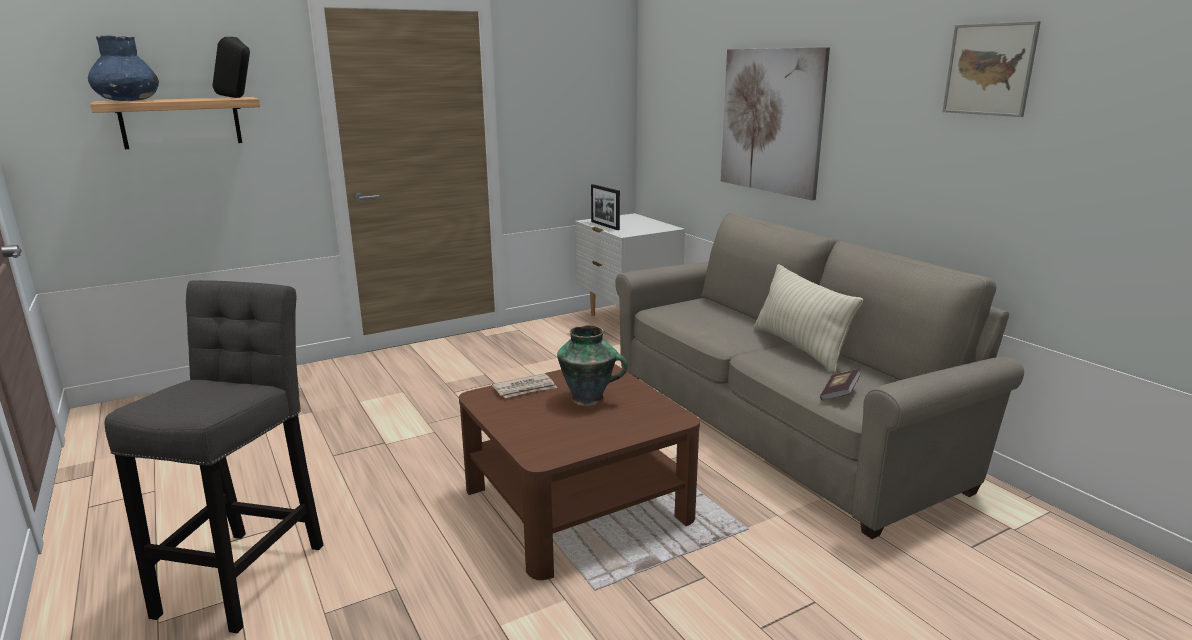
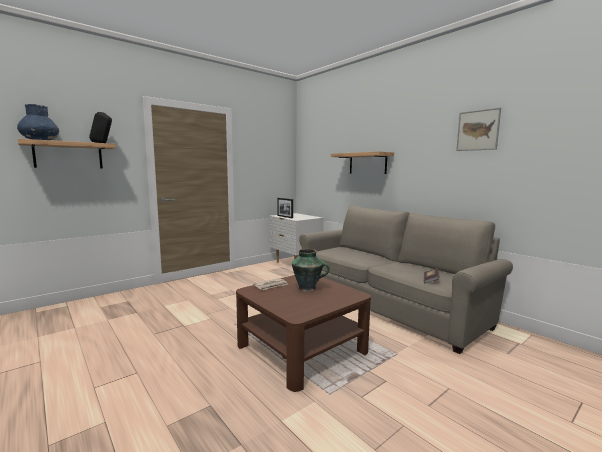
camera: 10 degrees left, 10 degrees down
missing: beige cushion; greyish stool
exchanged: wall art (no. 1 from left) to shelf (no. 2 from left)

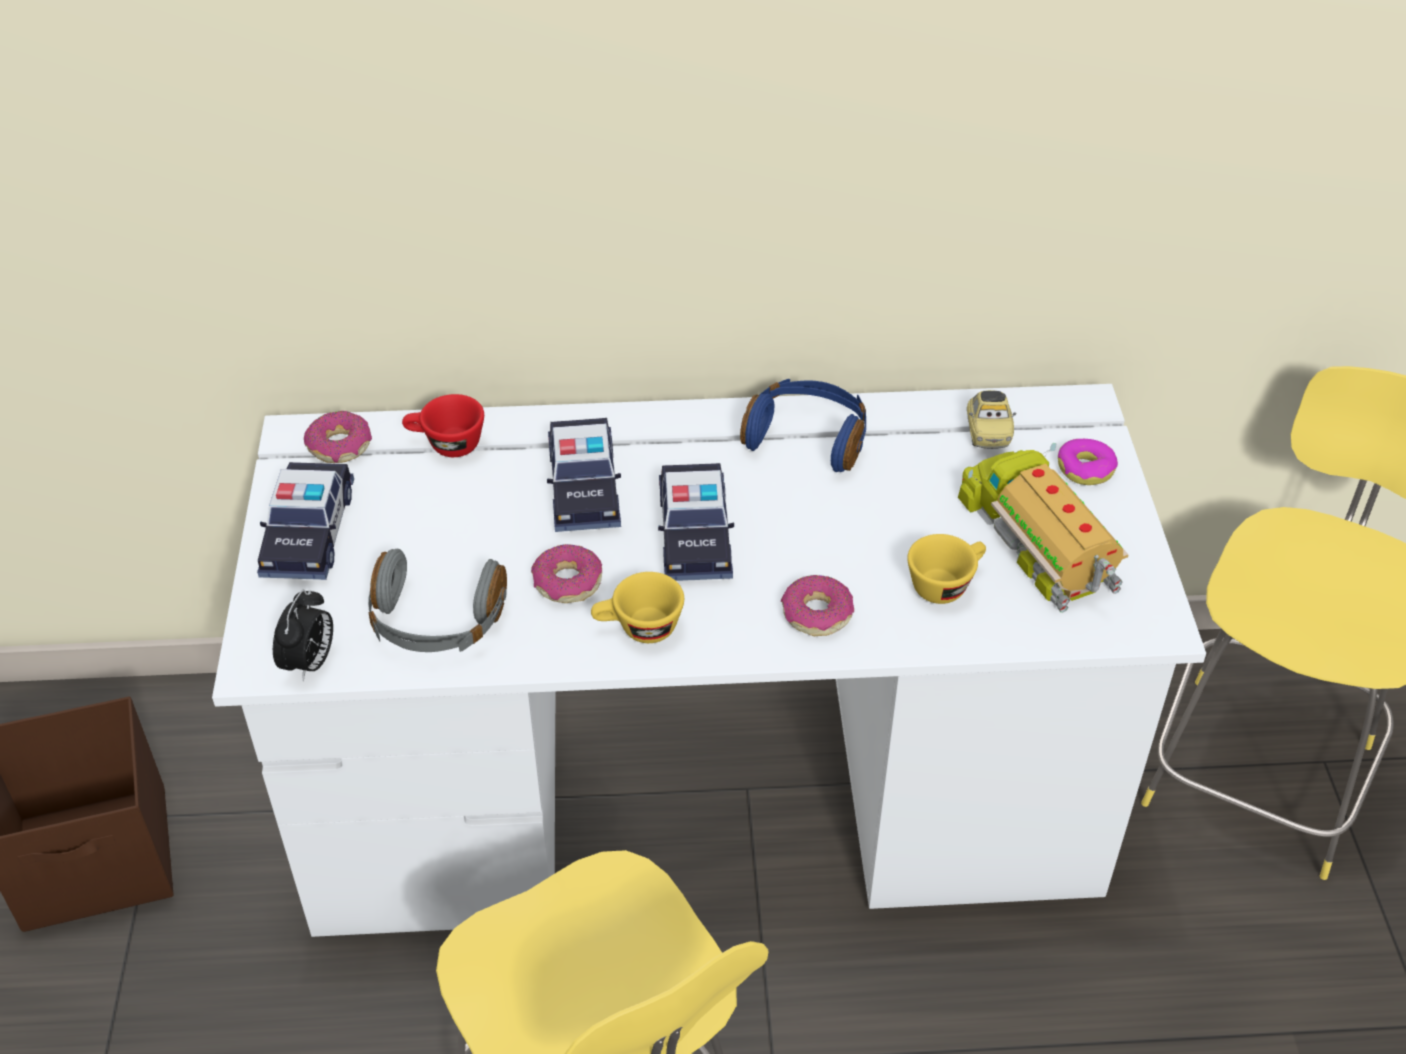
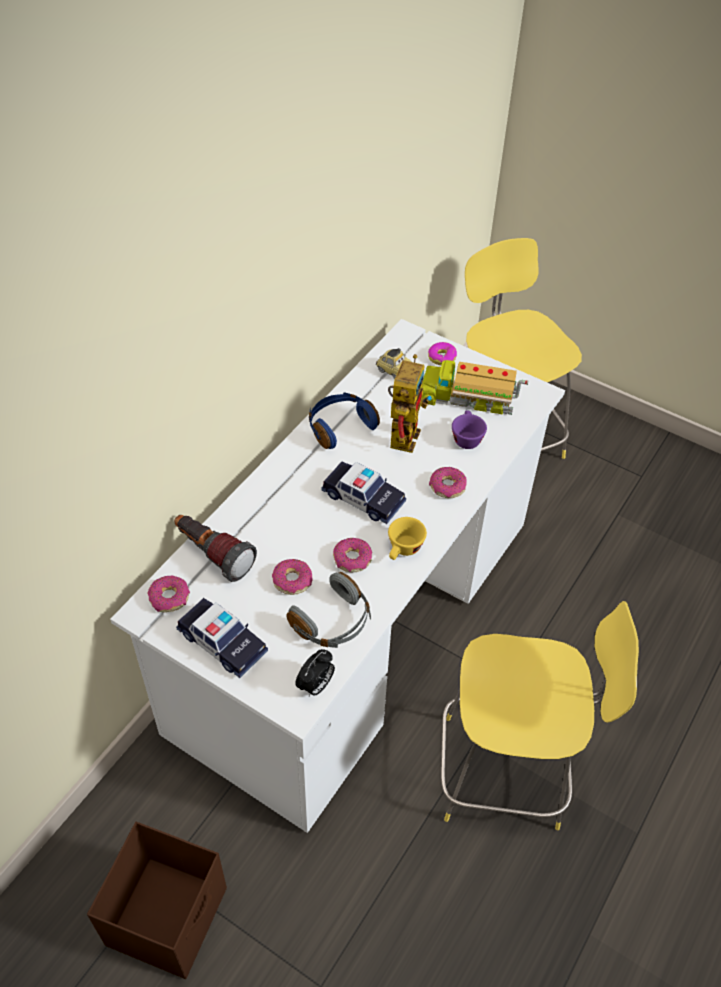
camera: 55 degrees left, 5 degrees up
missing: model car (no. 2 from left)
appeared: robot figure; ring doughnut (no. 2 from left)
exchanged: red small cup to flashlight
colour: yellowish small cup (no. 2 from left) to purple-coloured small cup
spun: bedside clock 75 degrees clockwise

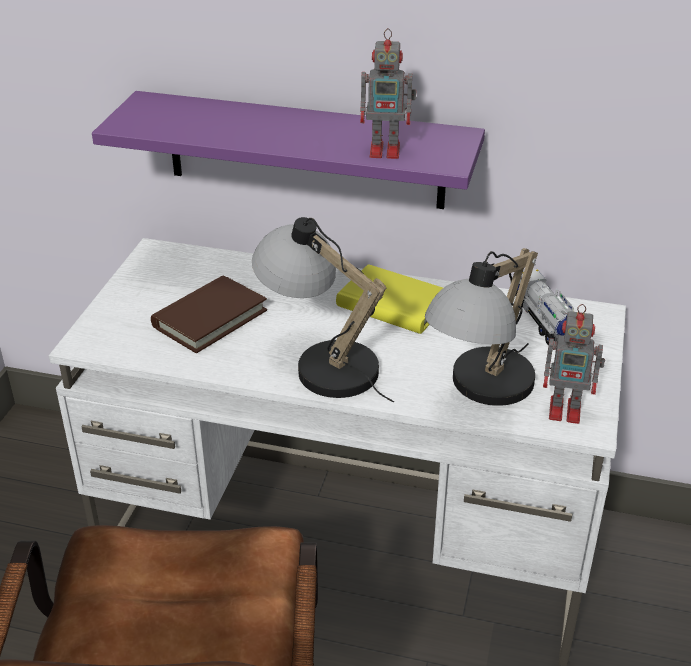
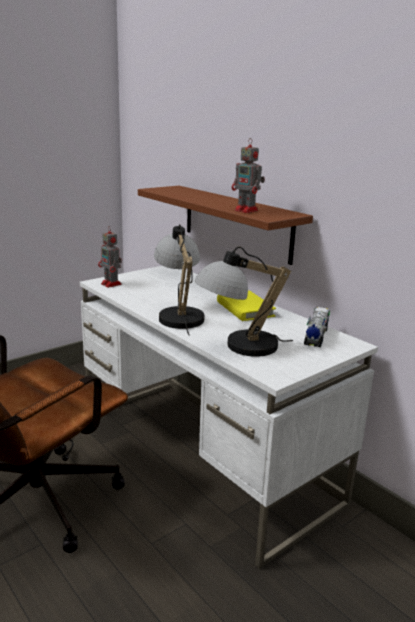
camera: 35 degrees right, 15 degrees down
missing: brown-coloured book
relocated: robot figure (no. 2 from left in the first image) to robot figure (no. 1 from left)
colour: purple-coloured shelf to brown-coloured shelf

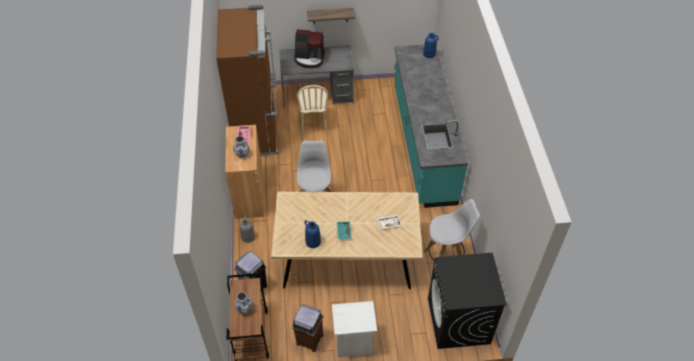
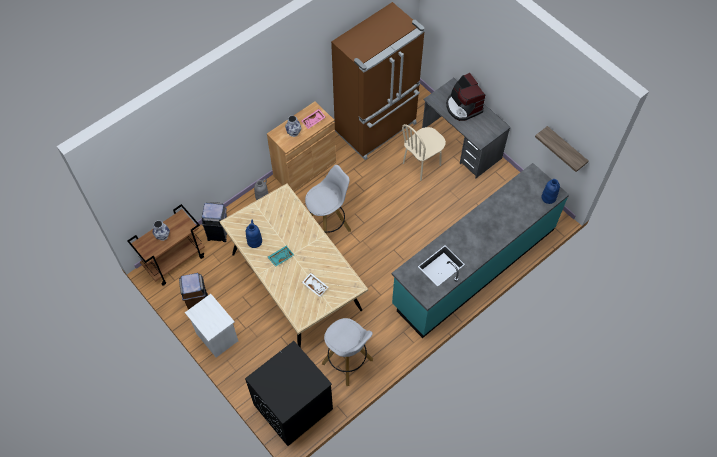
camera: 55 degrees right, 10 degrees up
relocated: shelf

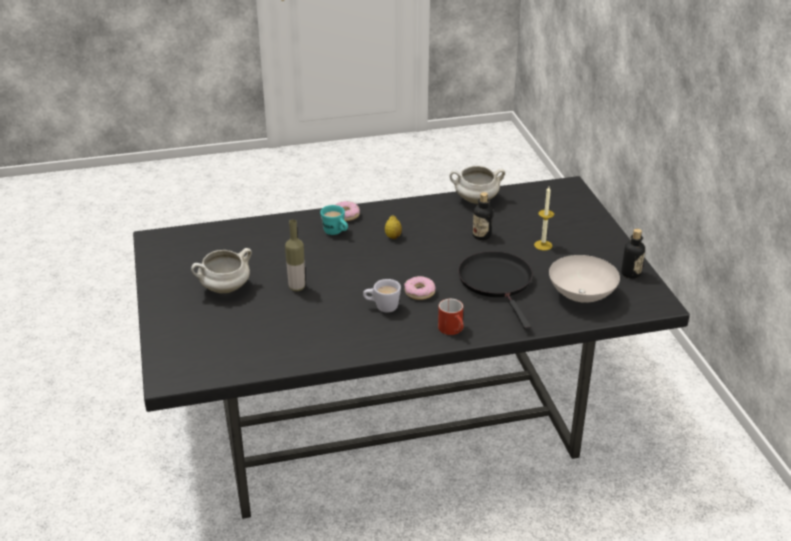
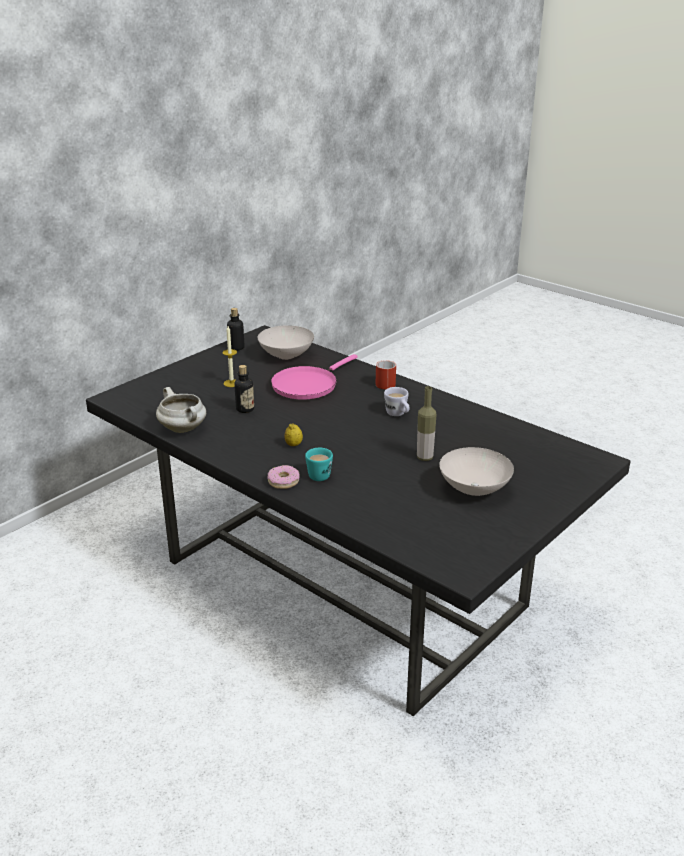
camera: 125 degrees left, 5 degrees down
missing: ring doughnut (no. 2 from left)
exchanged: whitish saucepot (no. 1 from left) to whitish bowl (no. 2 from left)
colour: black-coloured skillet to pink skillet

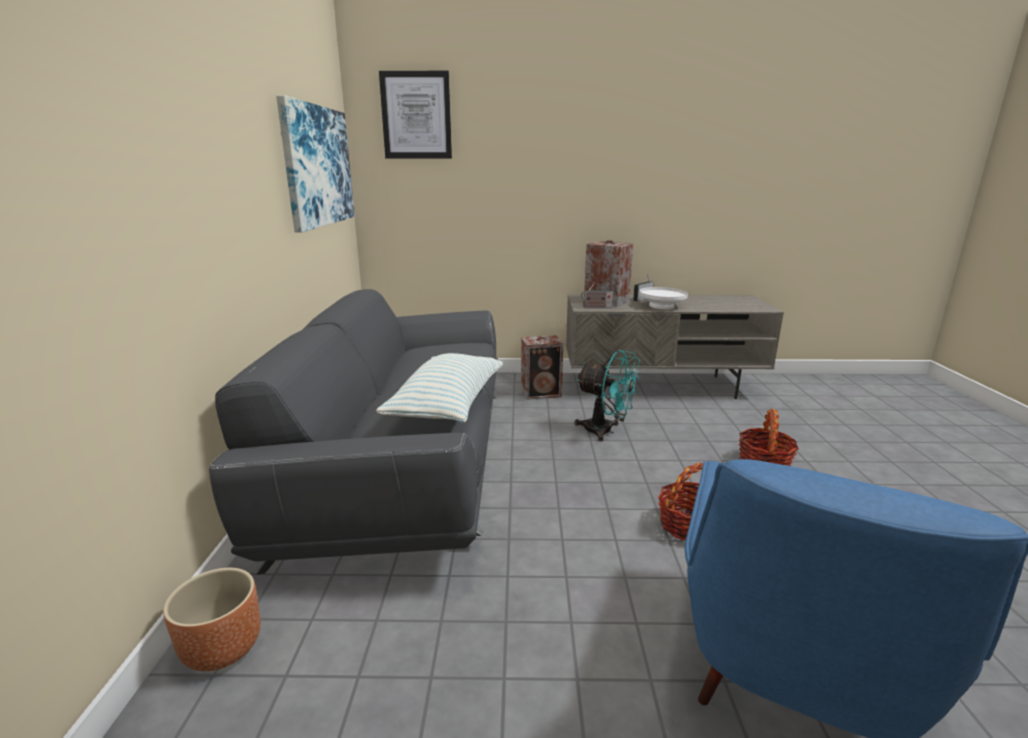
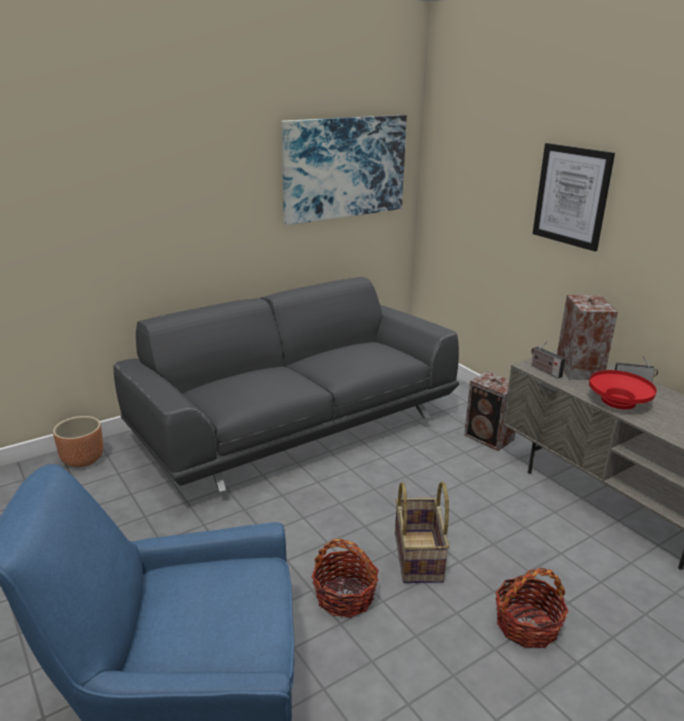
camera: 55 degrees right, 5 degrees up
missing: blue-green cooling fan; cushion
appeared: basket (no. 2 from left)
relocated: wall art (no. 2 from left)
colour: whitish bowl to red bowl

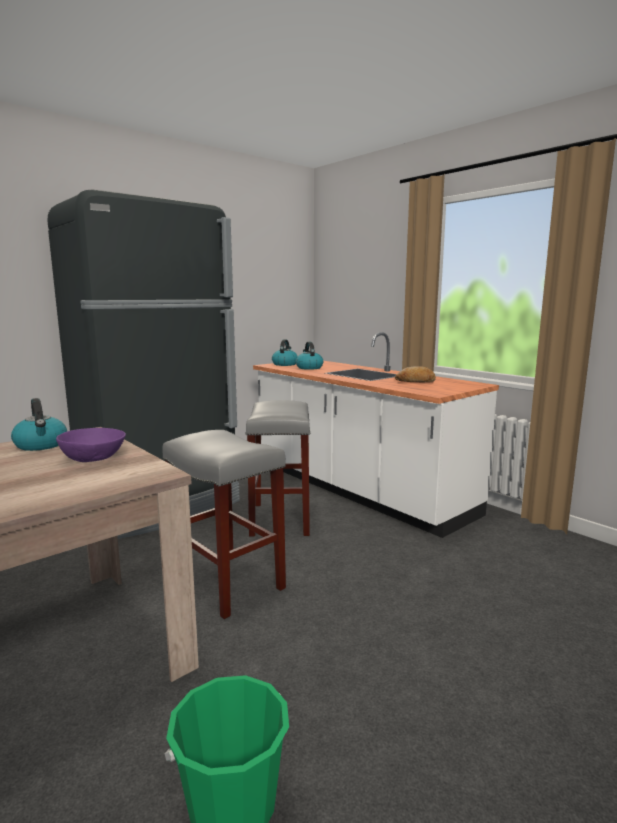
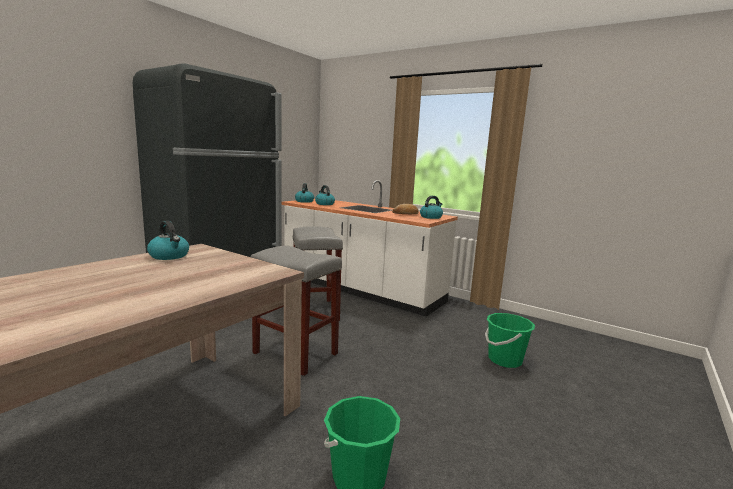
camera: 15 degrees left, 0 degrees up
missing: purple-coloured bowl
appeared: kettle (no. 4 from left); greenish bucket (no. 2 from left)

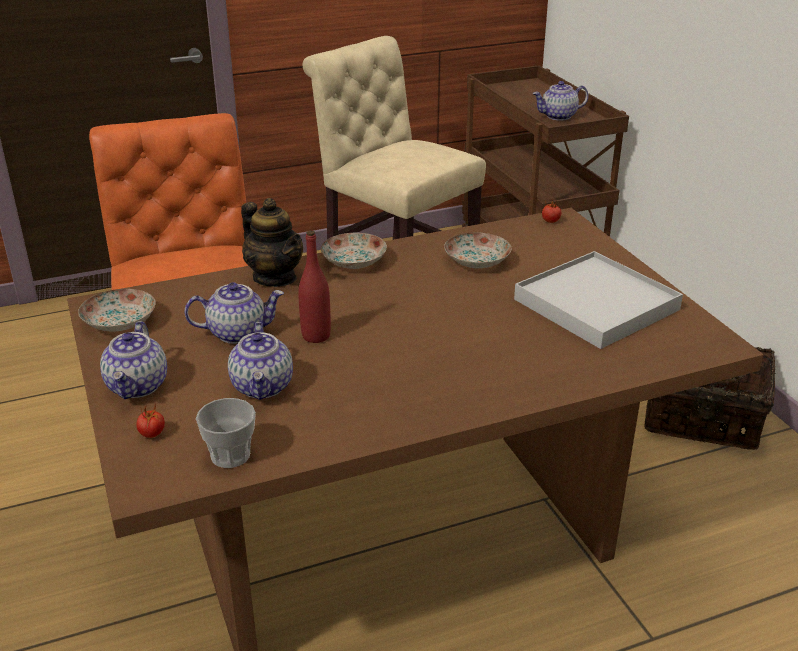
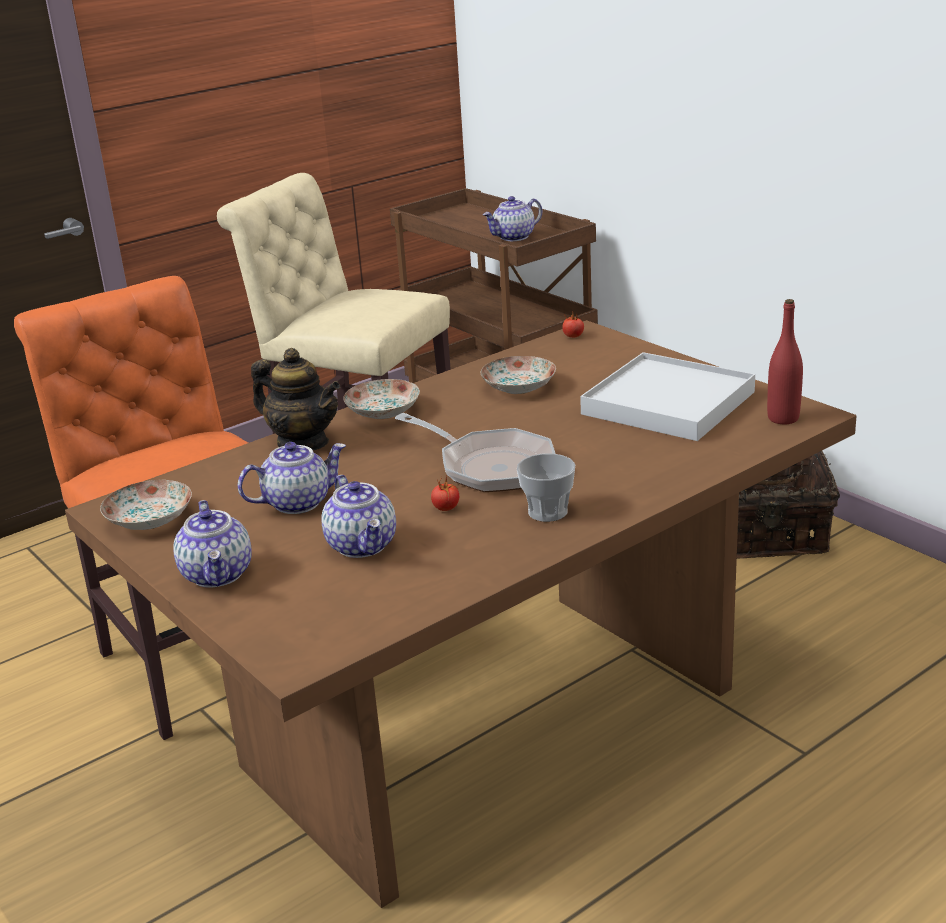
camera: 15 degrees left, 5 degrees down
appeared: skillet
relocated: red drink bottle; small cup; tomato (no. 1 from left)

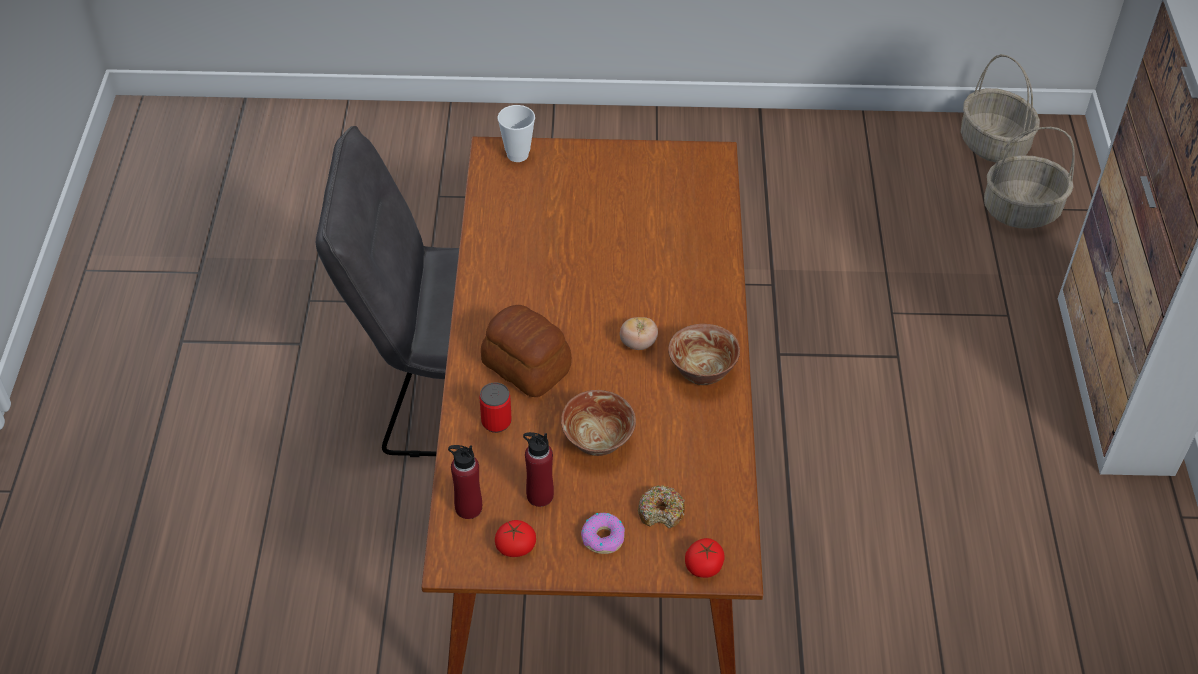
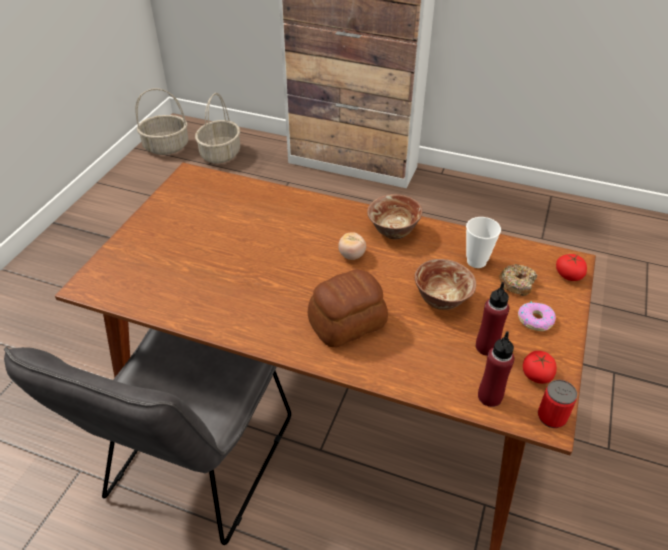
camera: 70 degrees left, 5 degrees down
relocated: small cup; sealed can

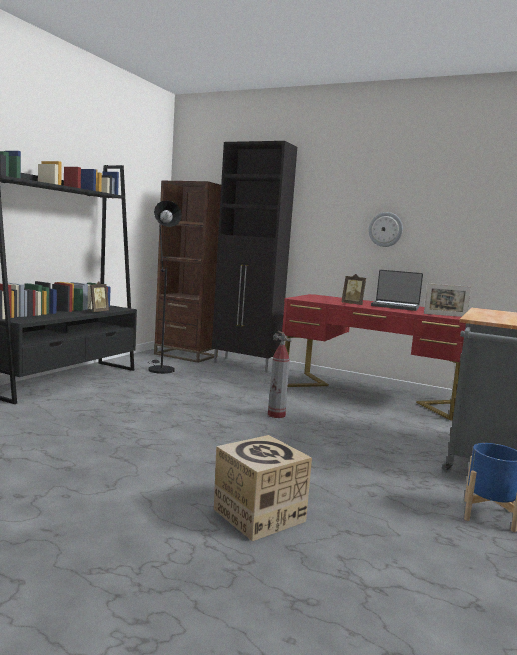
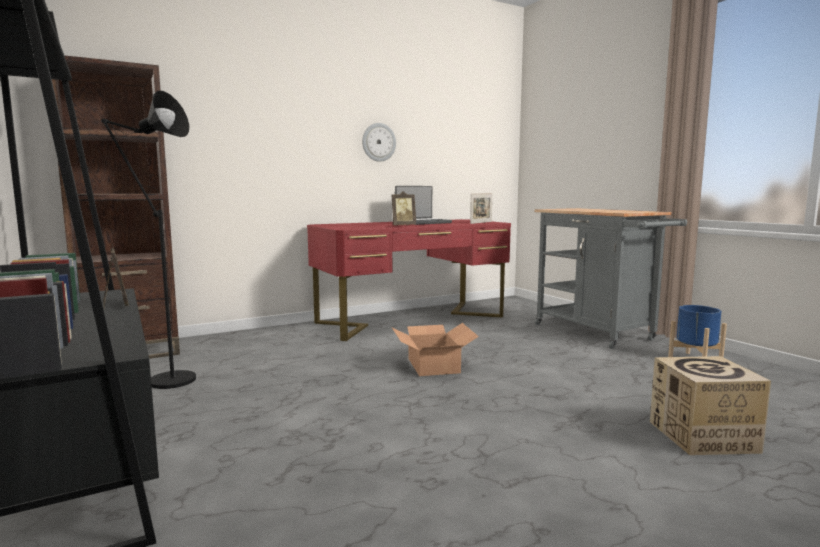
camera: 55 degrees left, 0 degrees up
missing: black-coloured cabinet
exchanged: fire extinguisher to carton (no. 1 from left)

